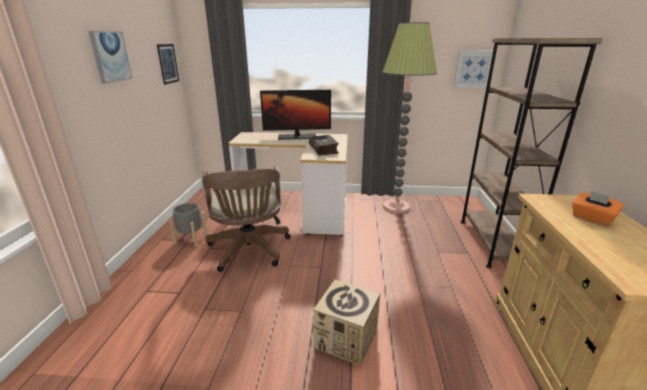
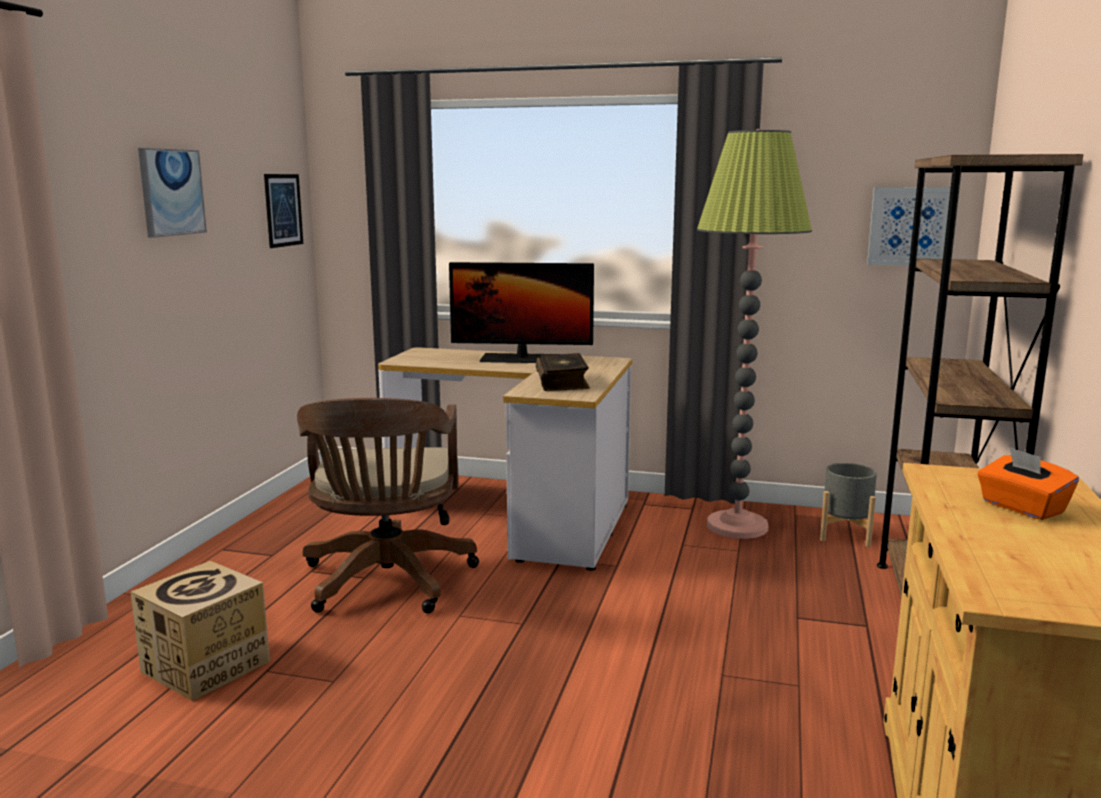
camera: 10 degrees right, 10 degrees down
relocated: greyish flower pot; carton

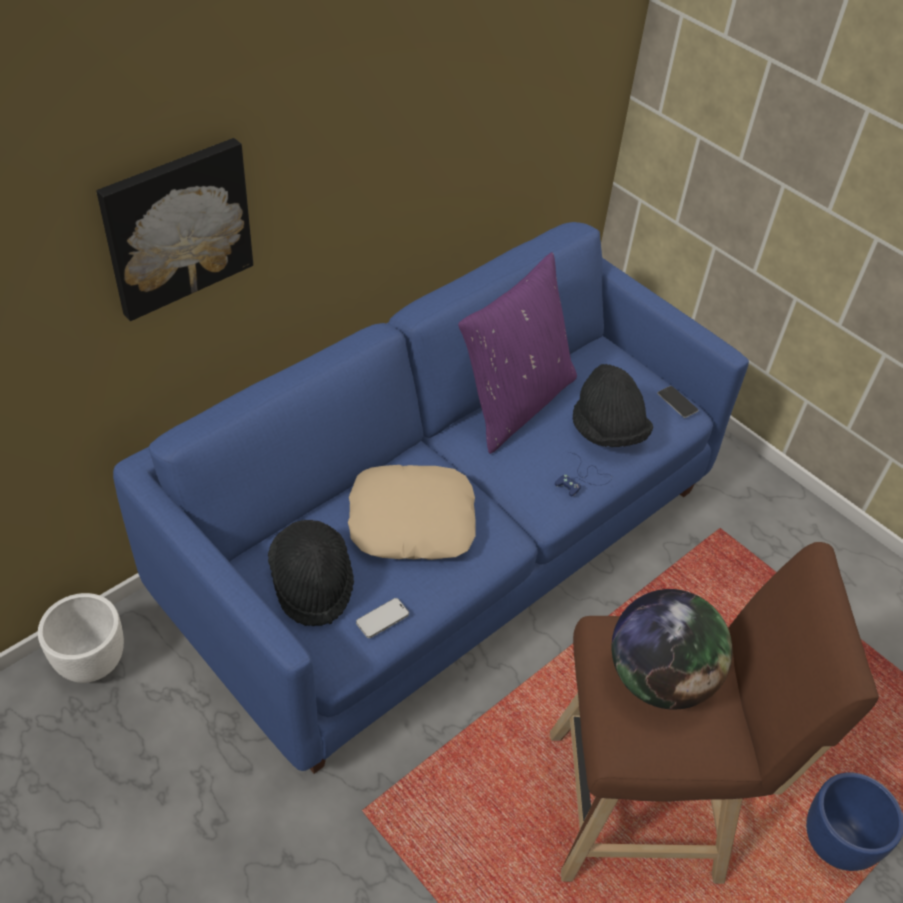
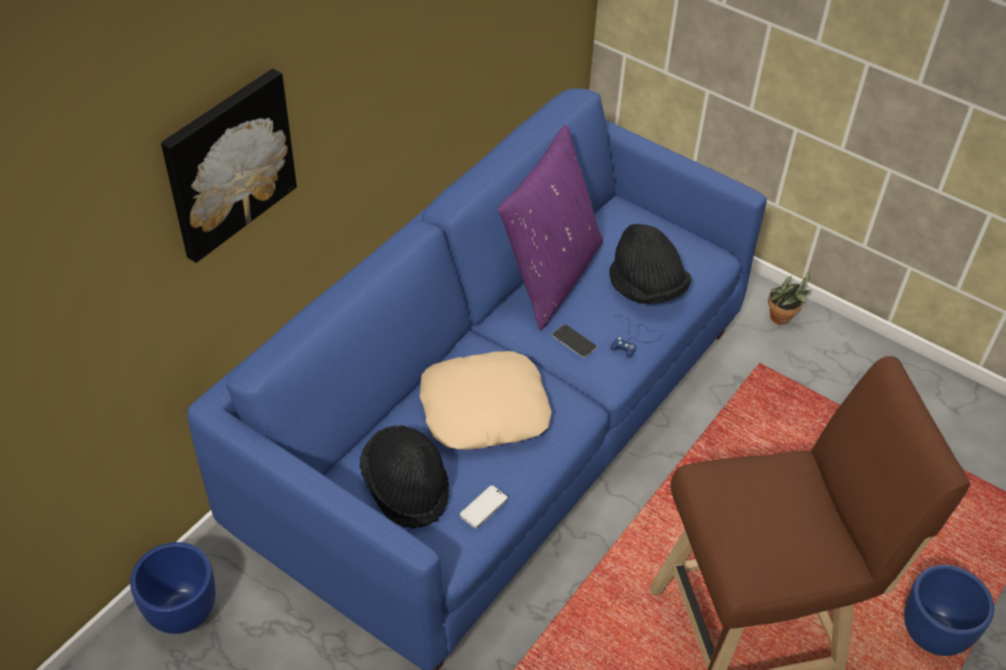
camera: 10 degrees left, 0 degrees up
missing: world globe
appeared: houseplant
relocated: handset (no. 2 from left)
colour: whitish flower pot to blue flower pot (no. 1 from left)

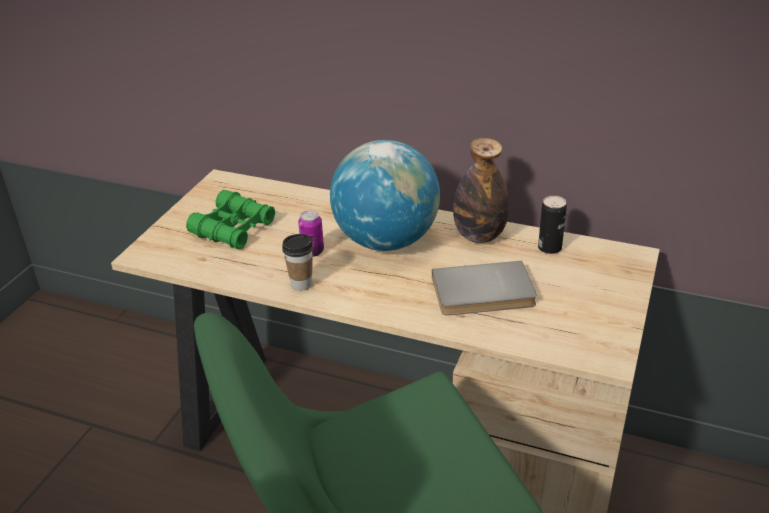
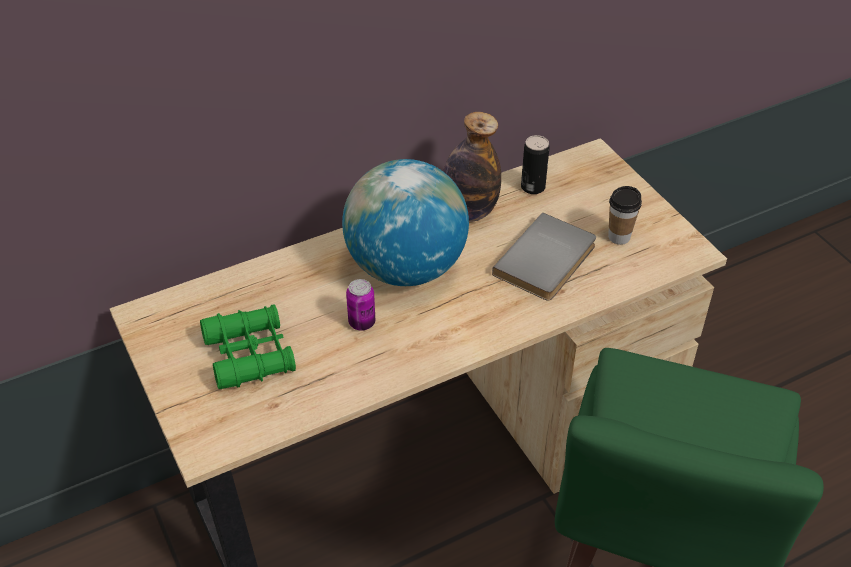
camera: 50 degrees left, 10 degrees up
relocated: small cup

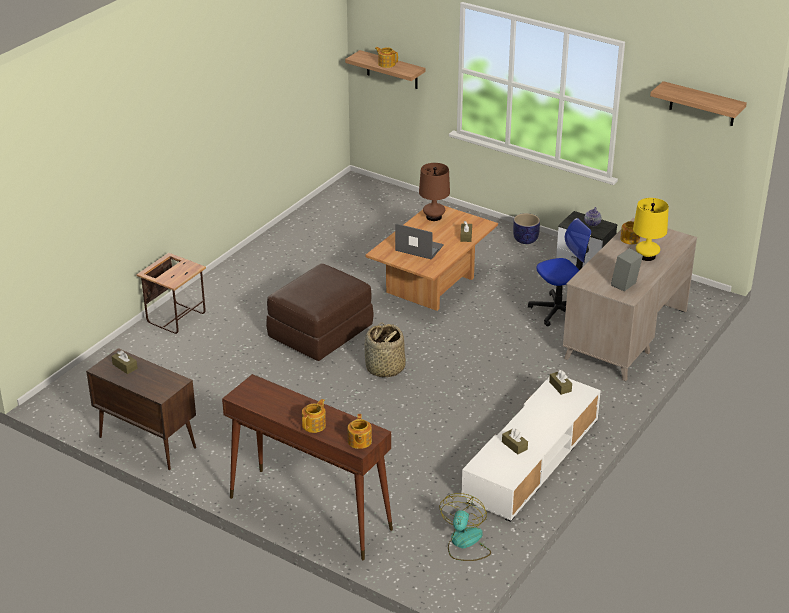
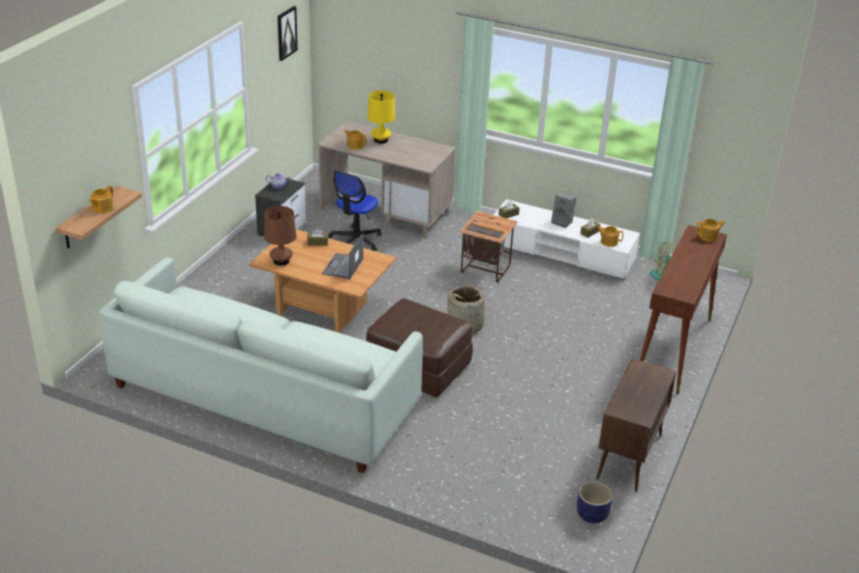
camera: 100 degrees left, 0 degrees up
missing: brown-coloured tissue box (no. 1 from left)
appeared: whitish couch
relocated: flower pot; greyish audio speaker; side table; tea pot (no. 1 from left in the first image) to tea pot (no. 4 from left)
exchanged: shelf (no. 2 from left) to wall art
spun: computer chair 120 degrees counterclockwise

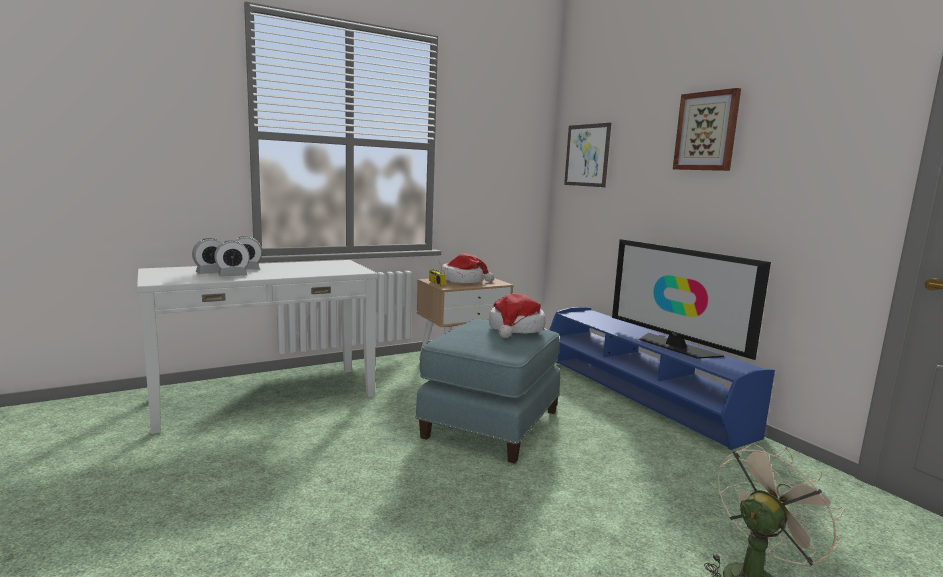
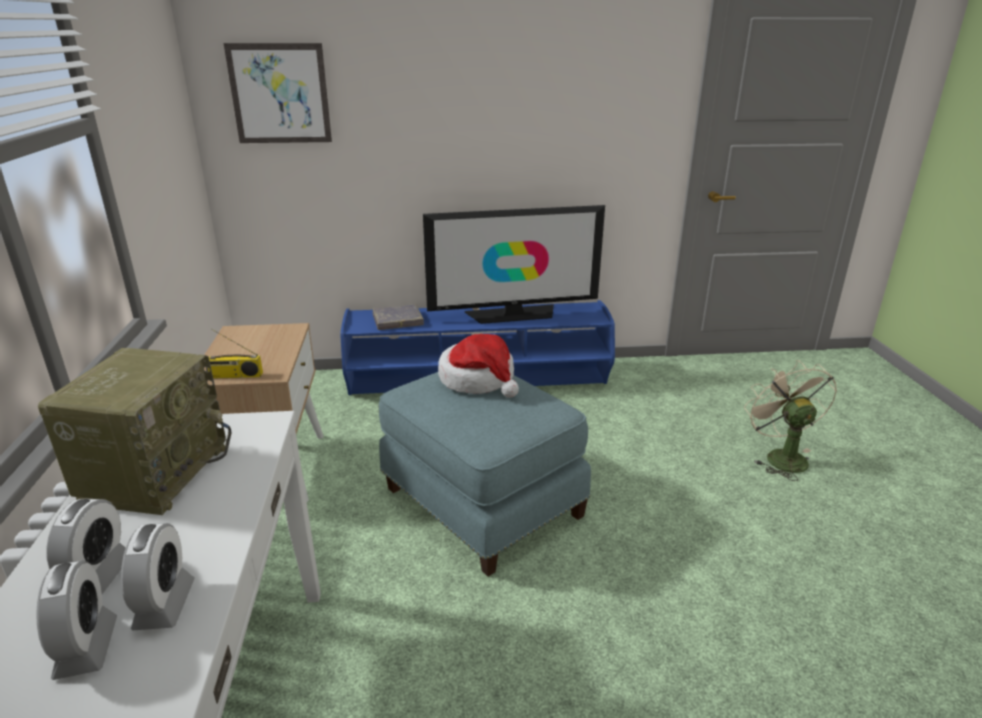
camera: 65 degrees left, 15 degrees up
missing: wall art (no. 2 from left); hat (no. 1 from left)
appeared: greyish book; radio receiver (no. 1 from left)

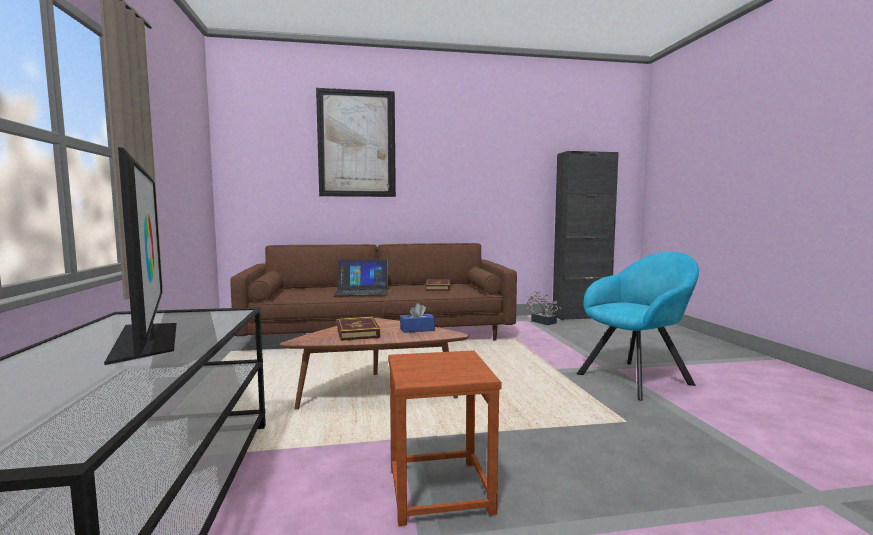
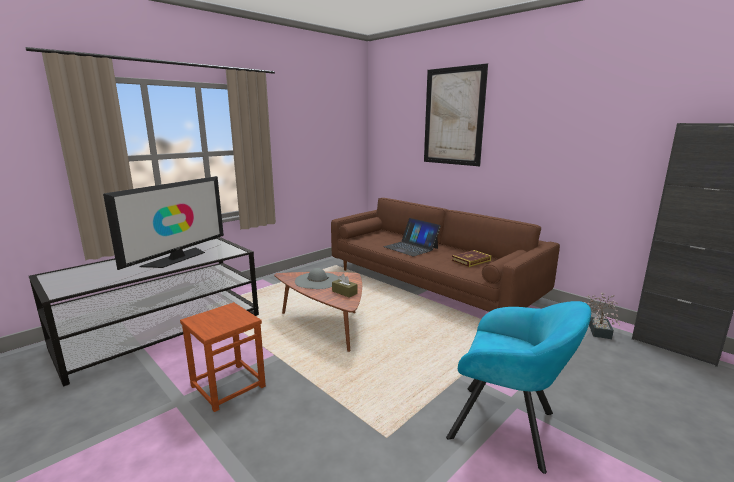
camera: 55 degrees right, 10 degrees up
exchanged: book (no. 1 from left) to greyish hat
colour: blue tissue box to brown-coloured tissue box

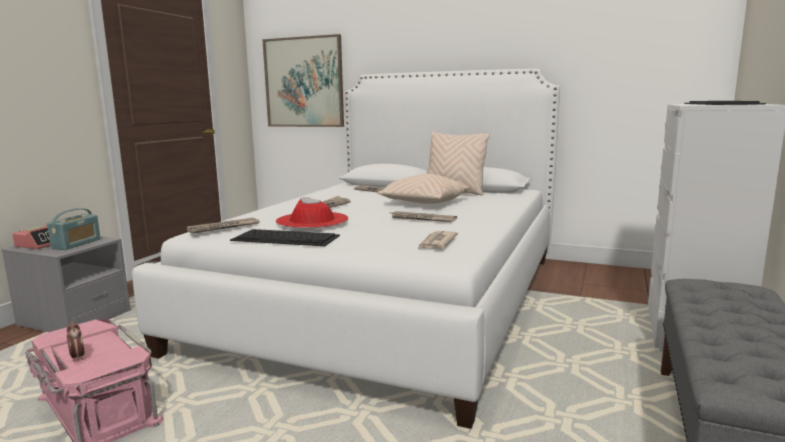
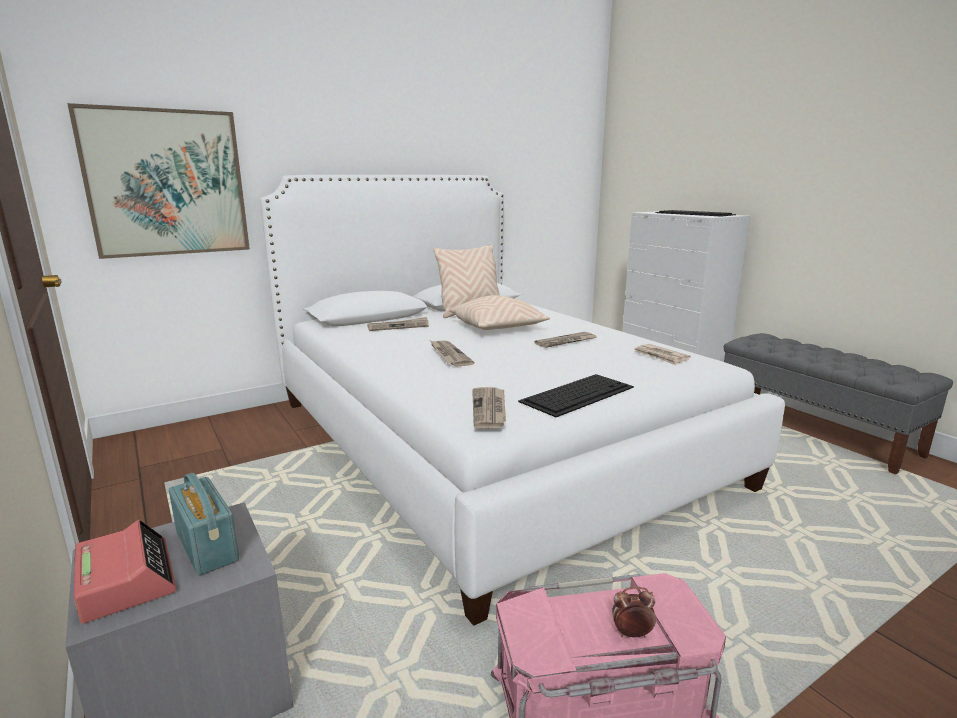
camera: 55 degrees left, 5 degrees up
missing: red hat

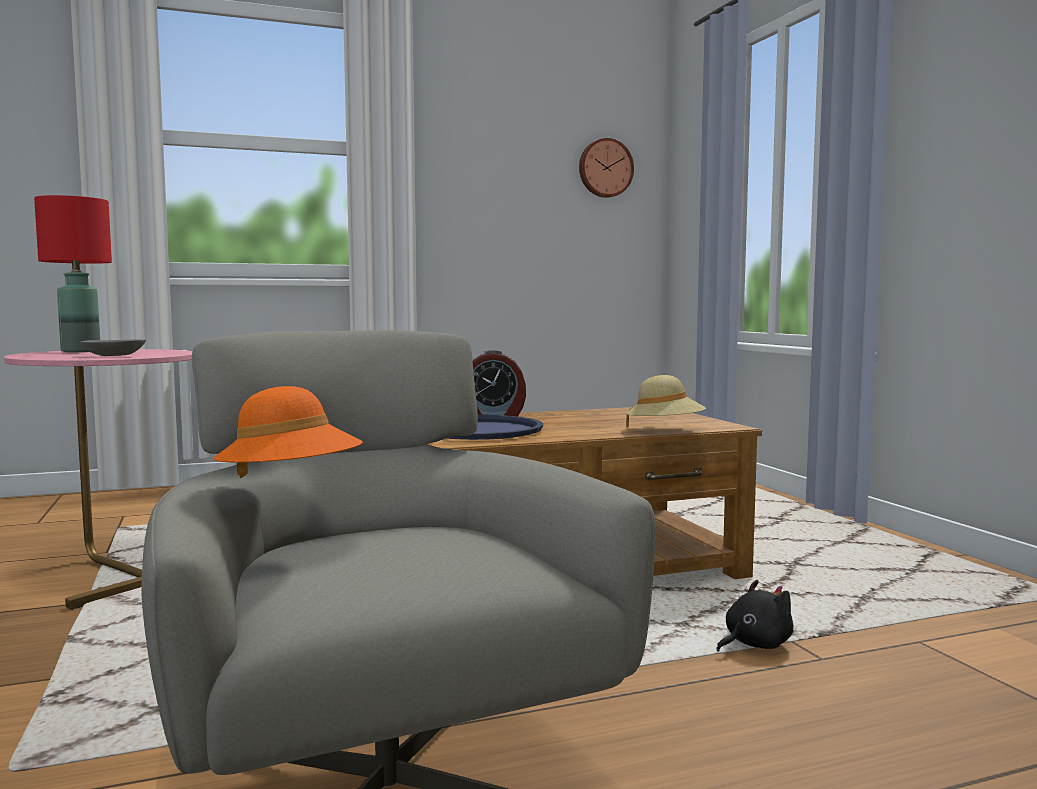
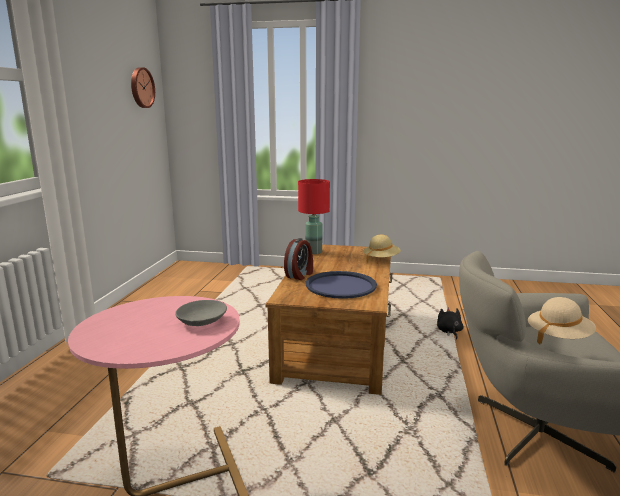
camera: 60 degrees left, 10 degrees up
relocated: red tabletop lamp
colour: orange hat to beige hat (no. 2 from left)

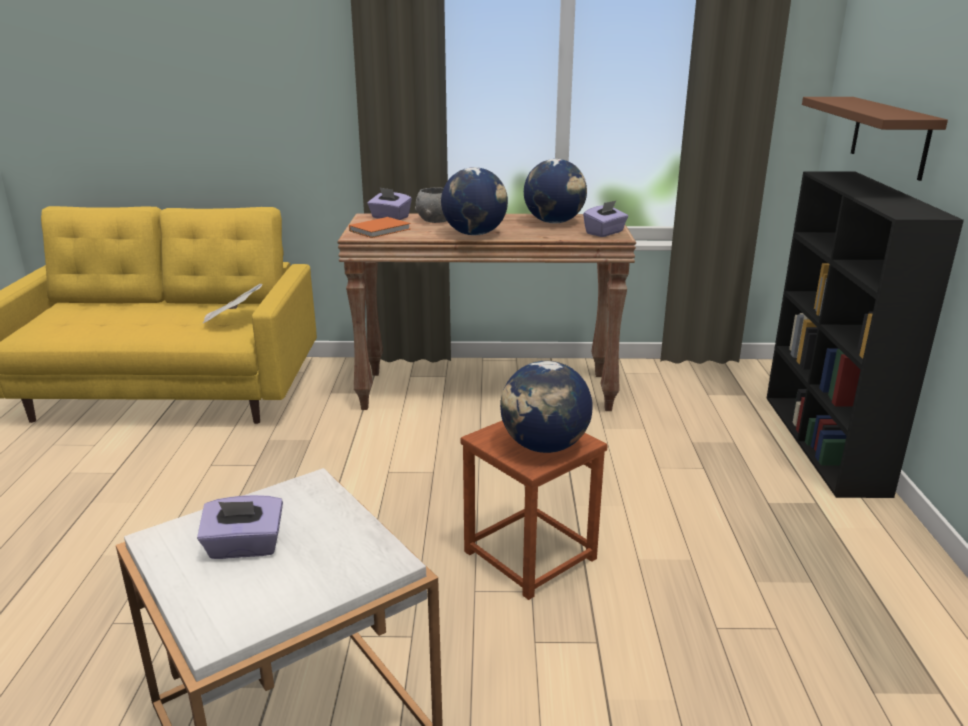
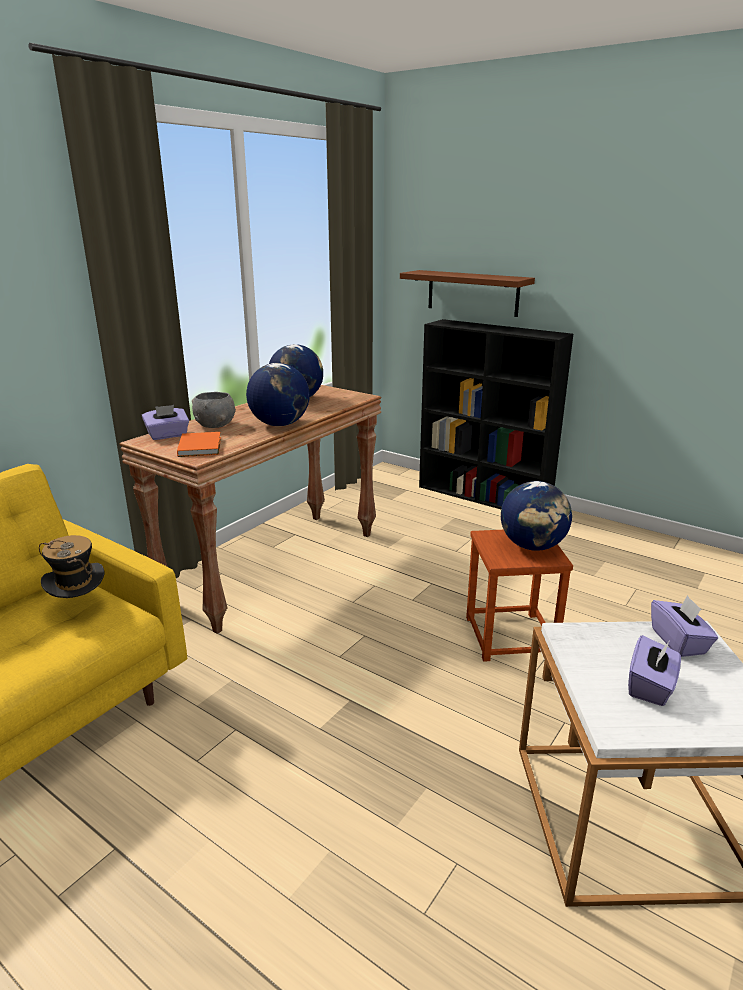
camera: 55 degrees left, 0 degrees up
relocated: purple-coloured tissue box (no. 3 from left)
exchanged: newspaper to hat

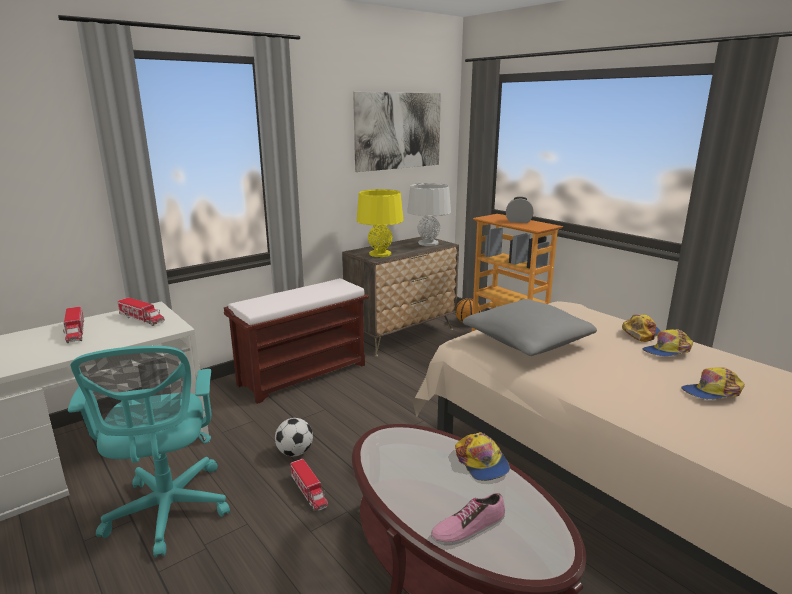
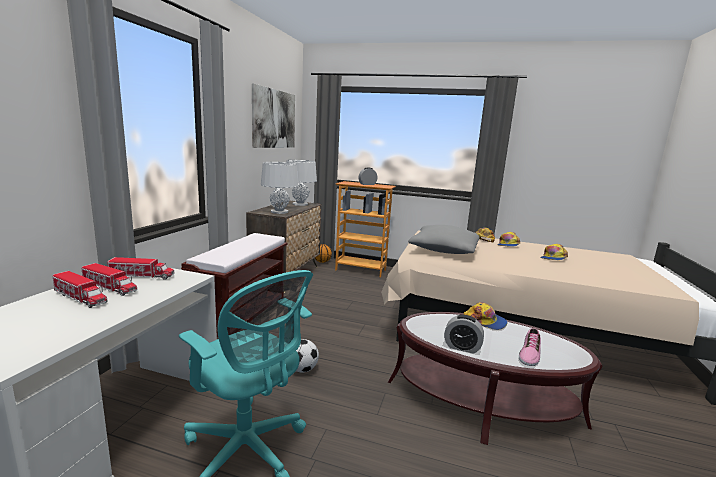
camera: 35 degrees left, 5 degrees down
appeared: bedside clock (no. 2 from left)
relocated: toy lorry (no. 3 from left in the first image) to toy lorry (no. 2 from left)
colour: yellowish tabletop lamp to greyish tabletop lamp (no. 1 from left)

